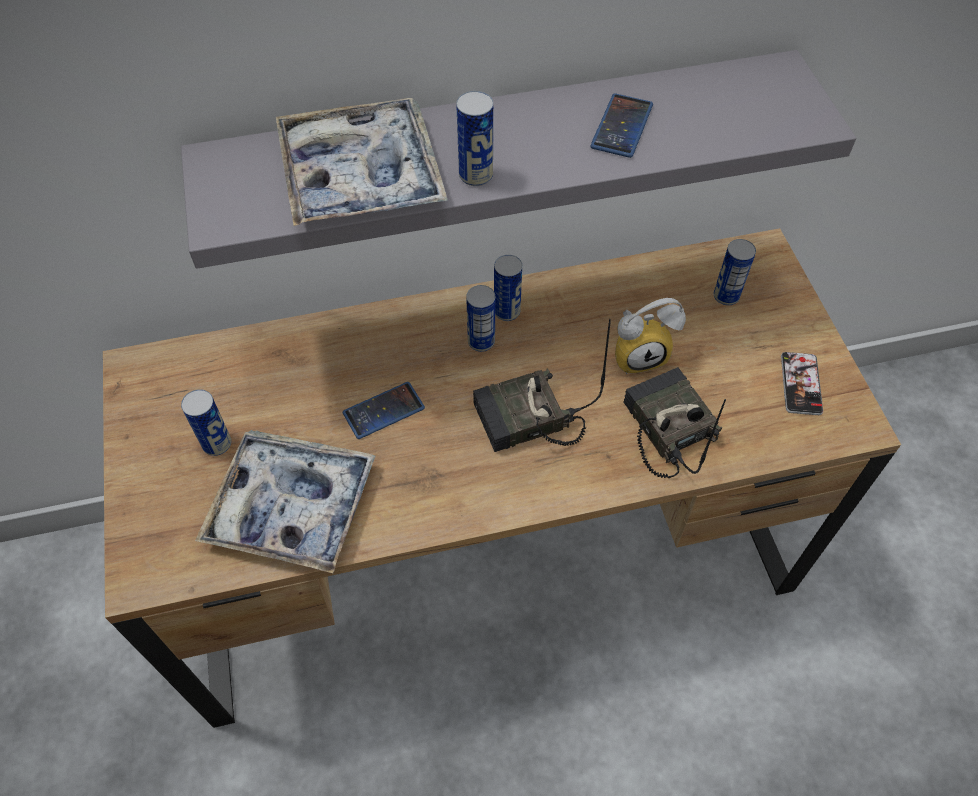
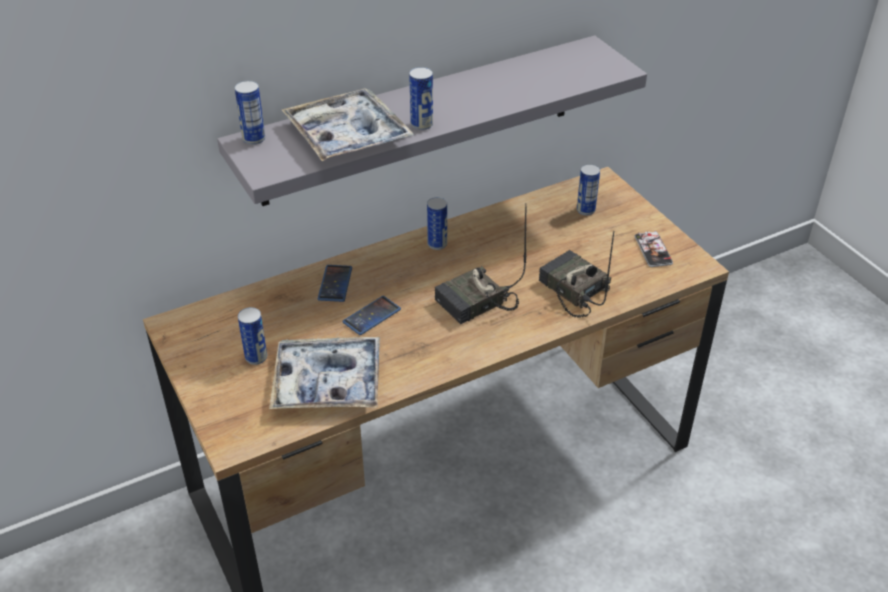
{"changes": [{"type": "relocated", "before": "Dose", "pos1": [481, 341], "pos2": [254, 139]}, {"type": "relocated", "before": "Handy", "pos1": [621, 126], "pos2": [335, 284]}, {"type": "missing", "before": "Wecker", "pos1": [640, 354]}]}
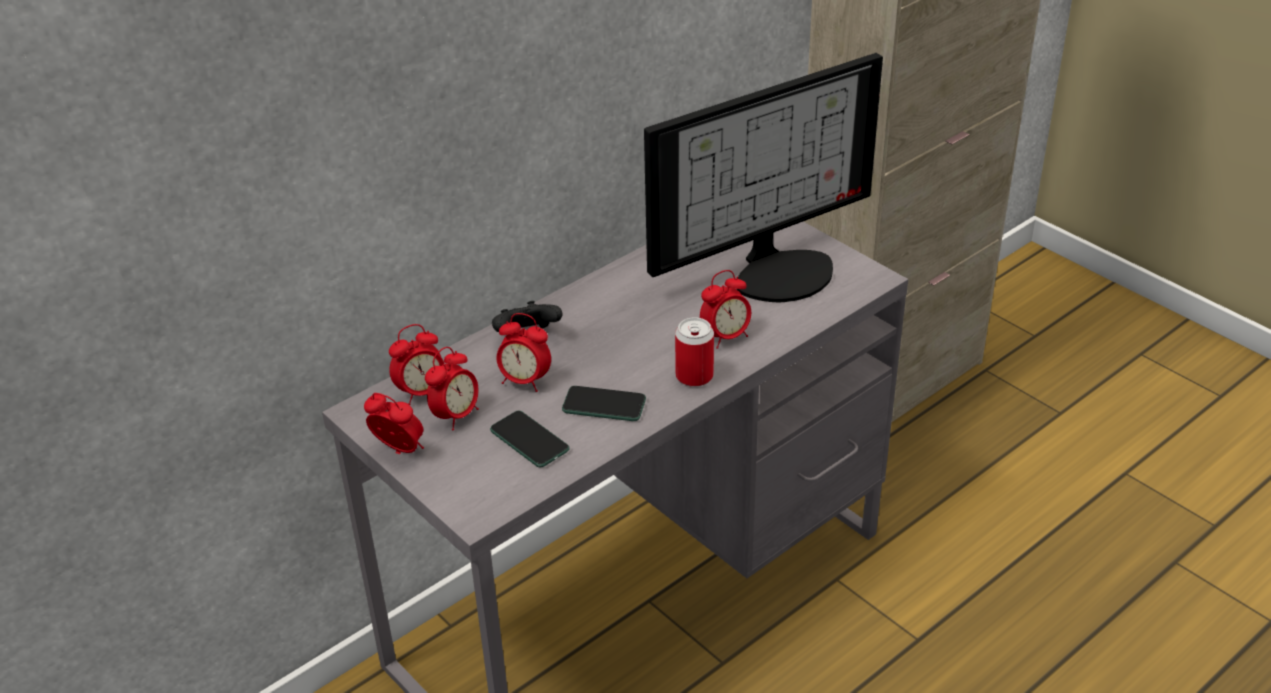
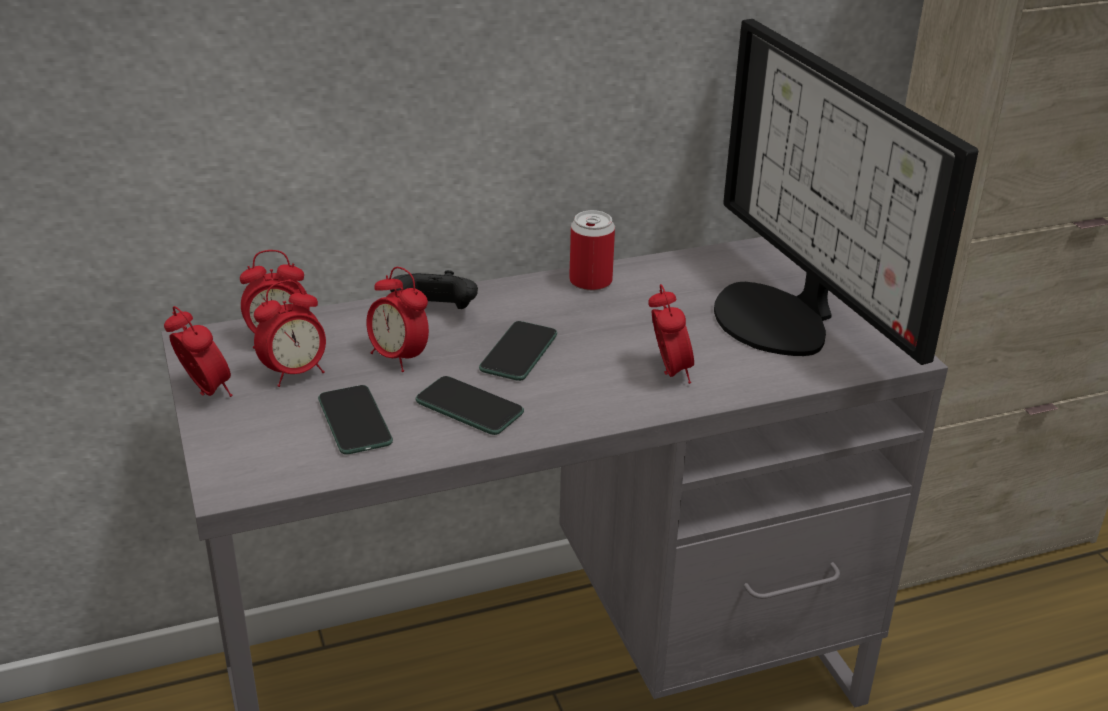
{"changes": [{"type": "spun", "before": "Monitor", "pos1": [779, 270], "pos2": [784, 318], "turn": 75}, {"type": "relocated", "before": "Dose", "pos1": [694, 376], "pos2": [590, 281]}, {"type": "spun", "before": "Wecker", "pos1": [725, 337], "pos2": [668, 372], "turn": -90}, {"type": "appeared", "after": "Handy", "pos2": [518, 352]}]}
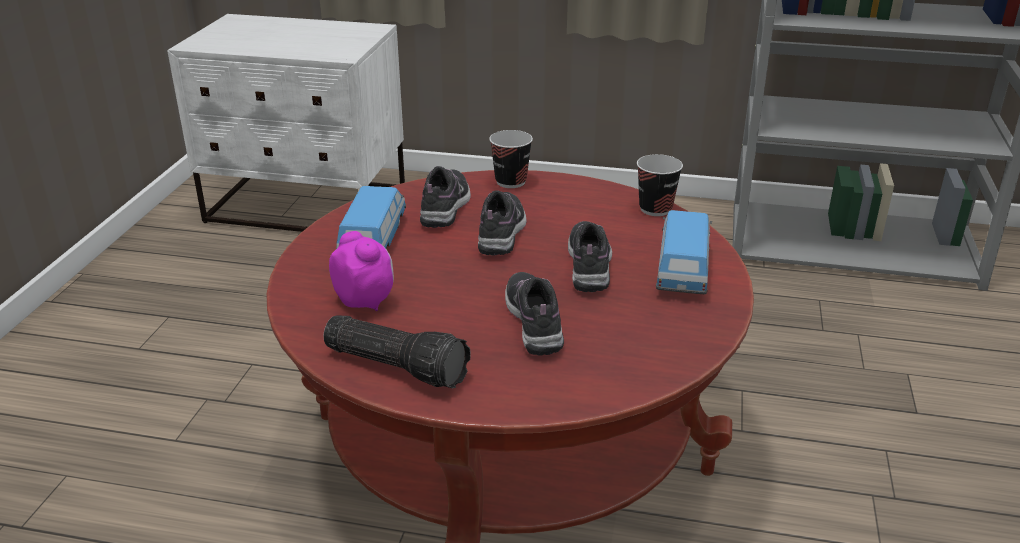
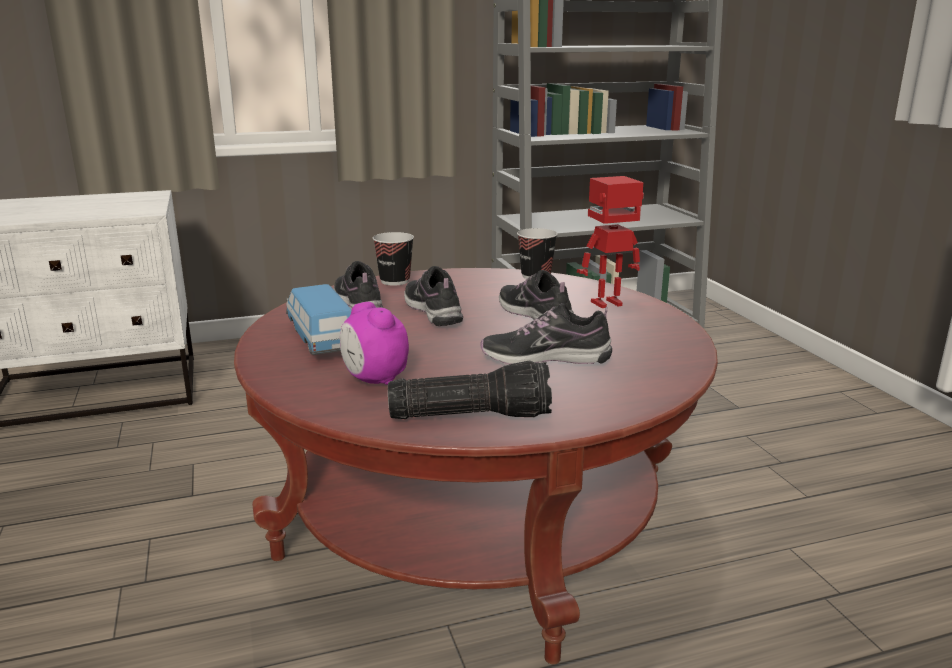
{"changes": [{"type": "spun", "before": "Wecker", "pos1": [365, 301], "pos2": [374, 380], "turn": -150}, {"type": "spun", "before": "Schuh", "pos1": [534, 321], "pos2": [545, 358], "turn": -45}, {"type": "exchanged", "before": "Spielzeugauto", "after": "Spielzeugroboter", "pos1": [682, 269], "pos2": [608, 304]}]}
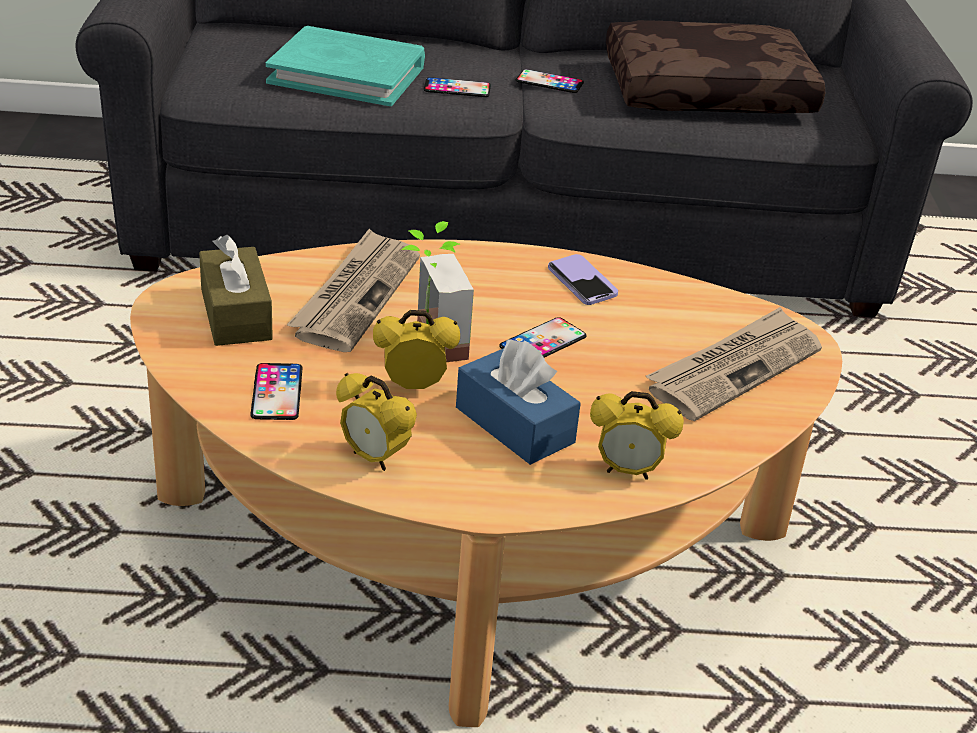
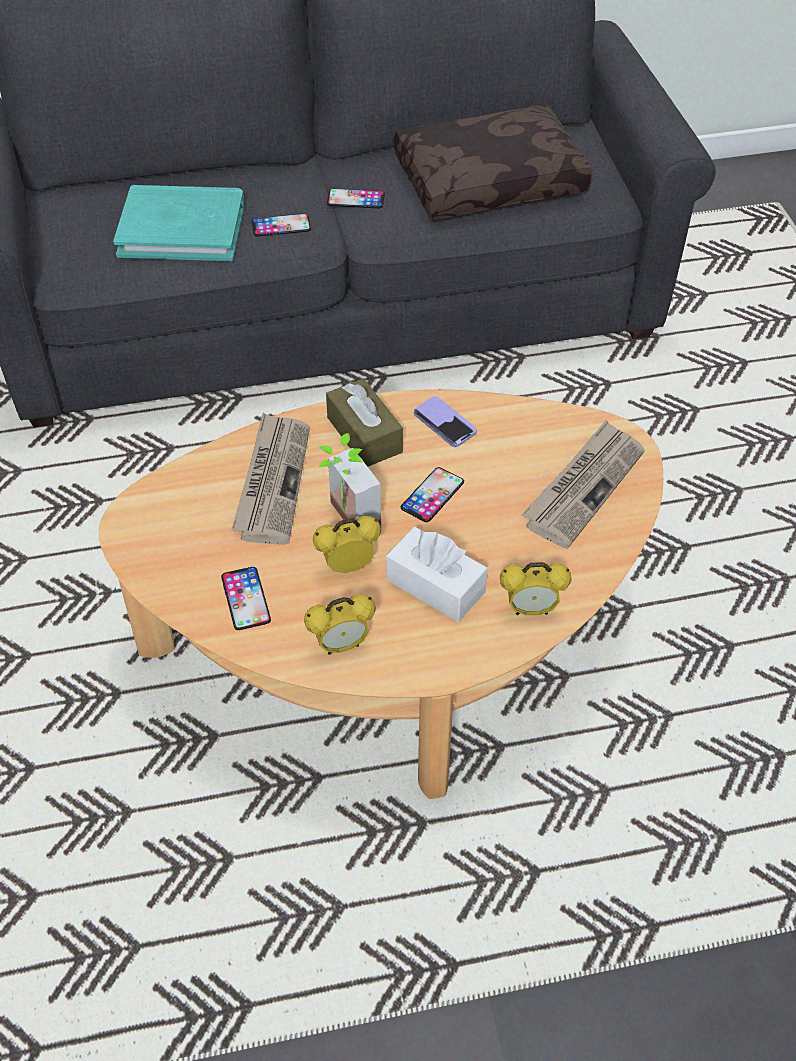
{"changes": [{"type": "relocated", "before": "Taschentuchbox [braun]", "pos1": [236, 314], "pos2": [364, 435]}, {"type": "spun", "before": "Wecker", "pos1": [374, 458], "pos2": [341, 645], "turn": -45}, {"type": "colour", "before": "Taschentuchbox [blau]", "after": "Taschentuchbox [weiß]", "pos1": [514, 425], "pos2": [435, 586]}]}
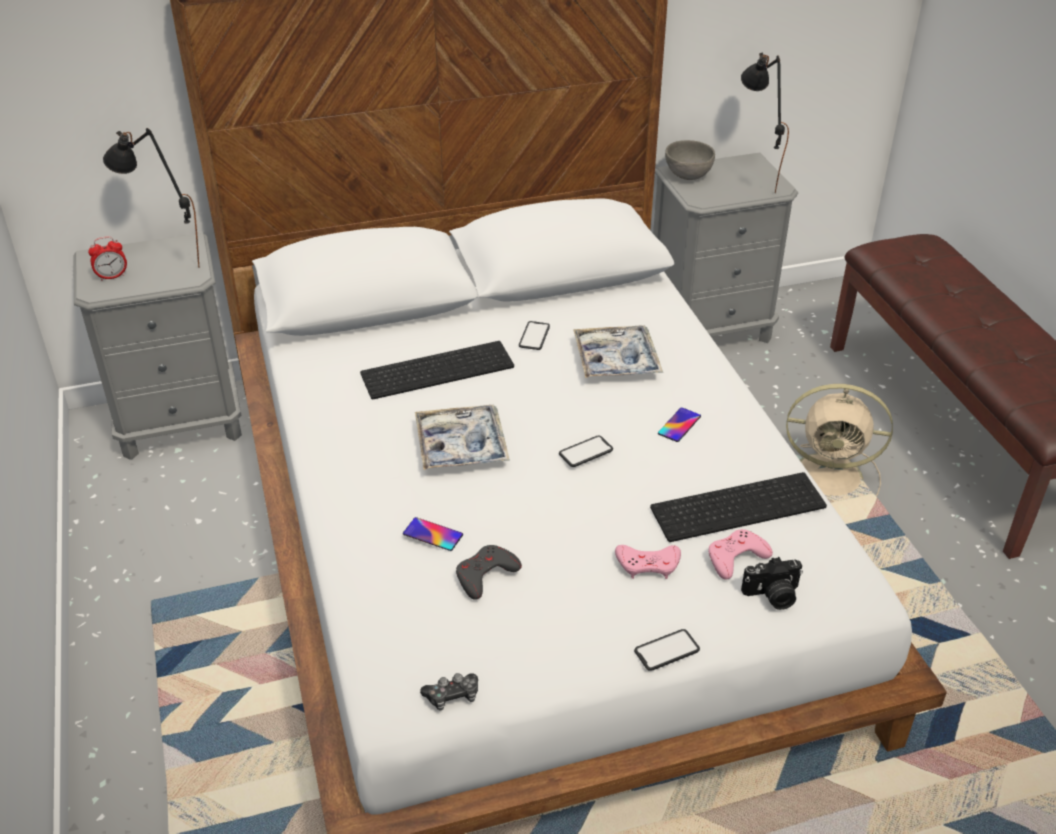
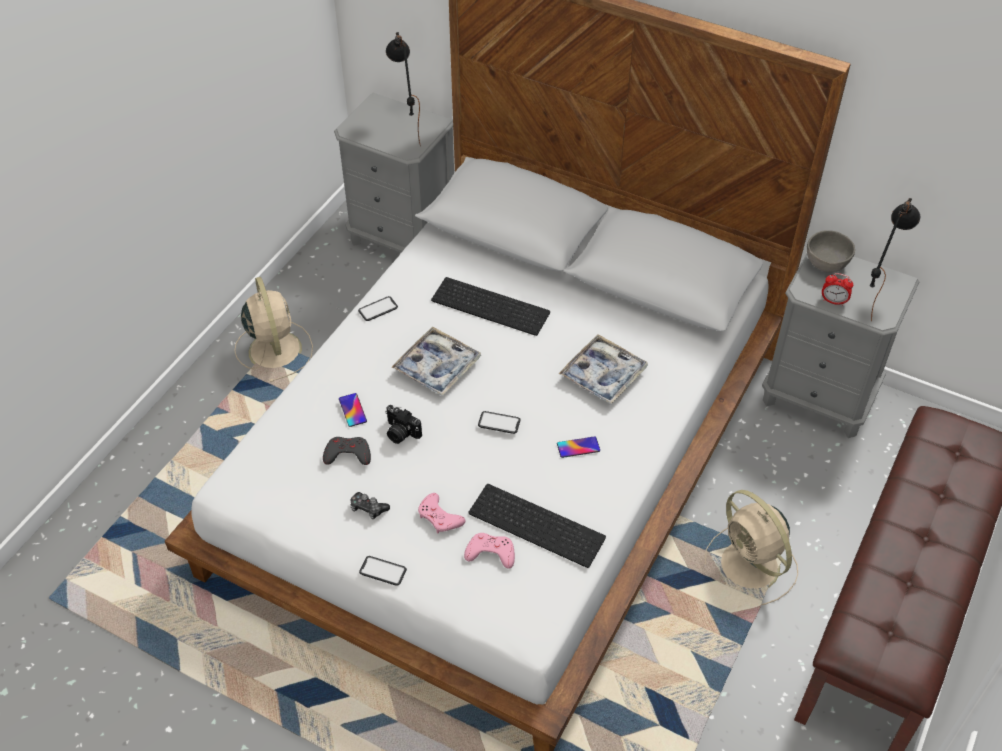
{"changes": [{"type": "relocated", "before": "Wecker", "pos1": [112, 276], "pos2": [833, 301]}, {"type": "relocated", "before": "Gamepad", "pos1": [452, 696], "pos2": [368, 508]}, {"type": "relocated", "before": "Handy", "pos1": [534, 336], "pos2": [378, 309]}, {"type": "relocated", "before": "Kamera", "pos1": [772, 596], "pos2": [400, 433]}, {"type": "appeared", "after": "Ventilator [beige]", "pos2": [274, 348]}]}
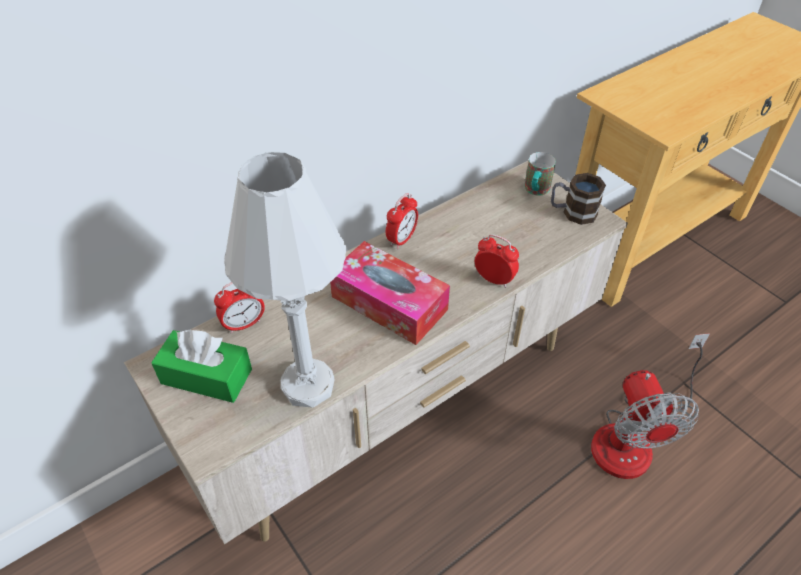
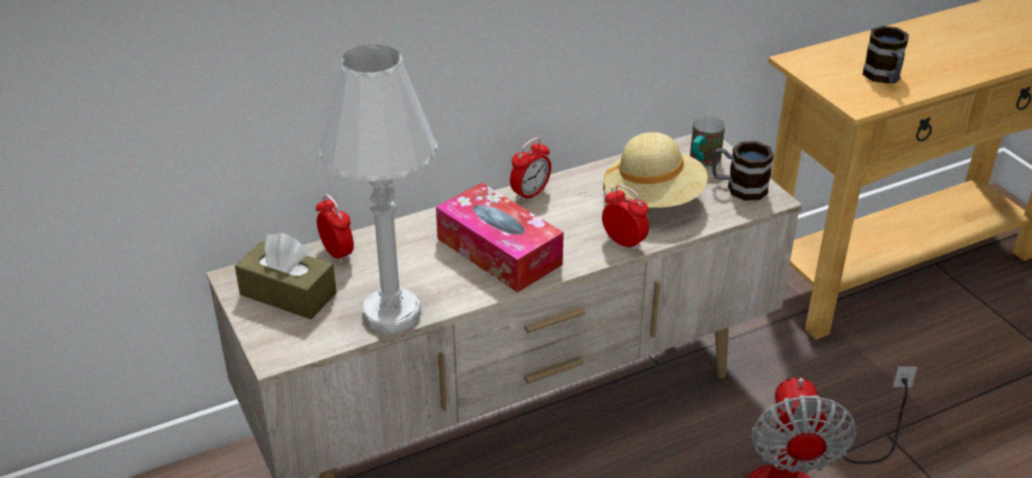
{"changes": [{"type": "colour", "before": "Taschentuchbox [grün]", "after": "Taschentuchbox [braun]", "pos1": [206, 376], "pos2": [288, 294]}, {"type": "spun", "before": "Wecker", "pos1": [244, 324], "pos2": [337, 253], "turn": -105}, {"type": "appeared", "after": "Hut [beige]", "pos2": [653, 199]}, {"type": "appeared", "after": "Henkelbecher", "pos2": [884, 78]}]}
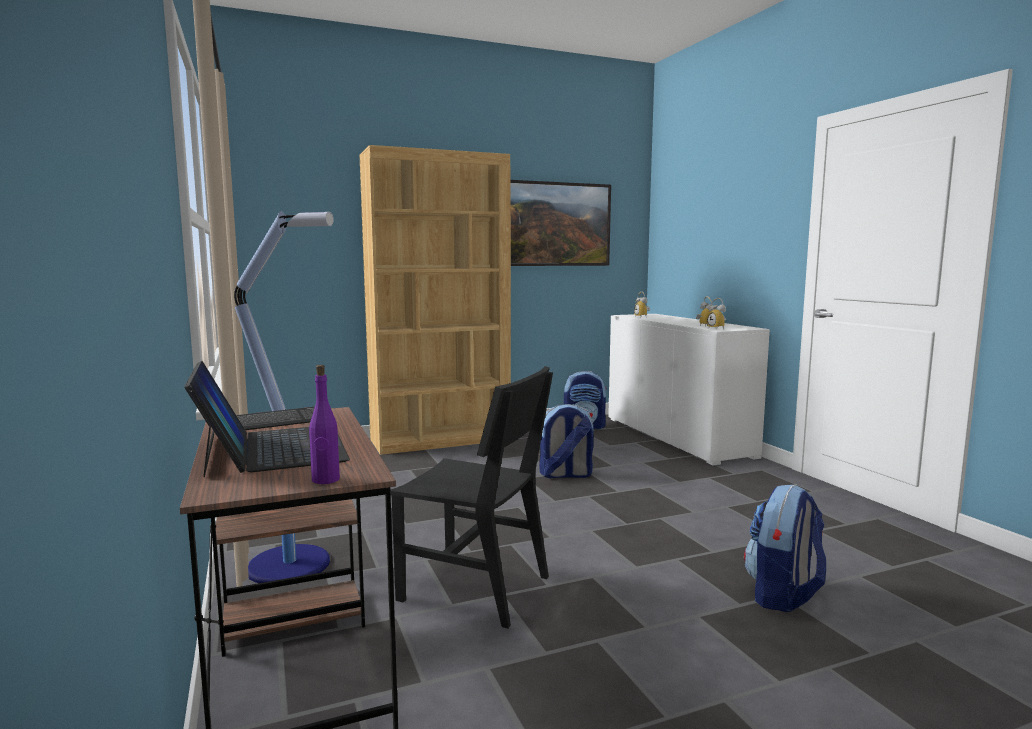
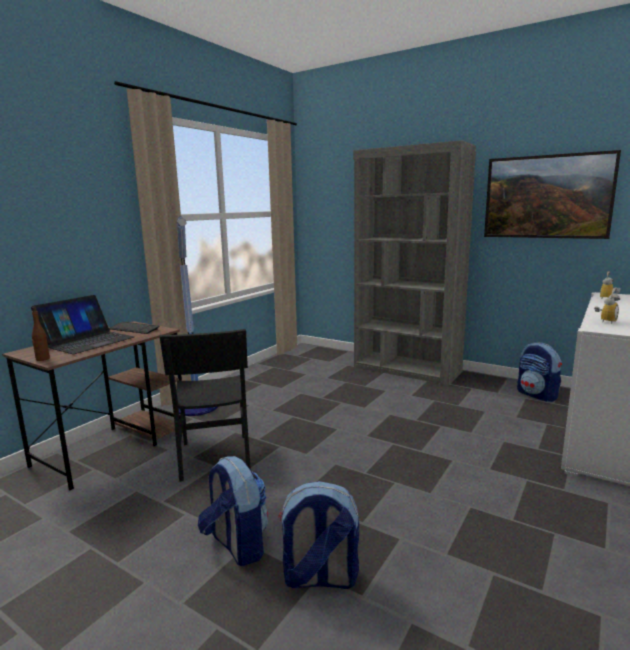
{"changes": [{"type": "colour", "before": "Flasche [lila]", "after": "Flasche [braun]", "pos1": [325, 480], "pos2": [42, 359]}, {"type": "colour", "before": "Bücherregal [braun]", "after": "Bücherregal [grau]", "pos1": [441, 440], "pos2": [407, 369]}, {"type": "relocated", "before": "Rucksack", "pos1": [565, 475], "pos2": [236, 545]}, {"type": "missing", "before": "Wecker", "pos1": [718, 328]}]}
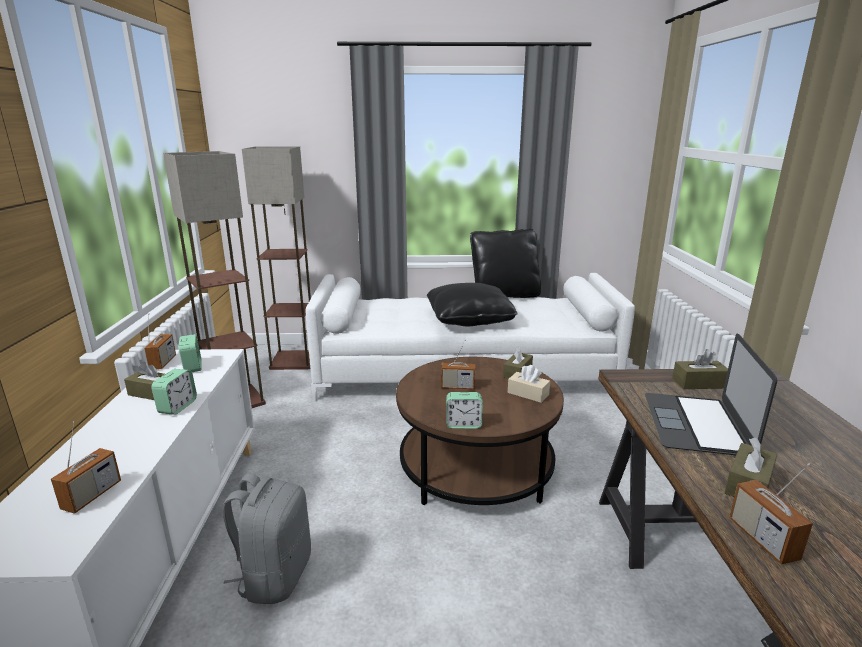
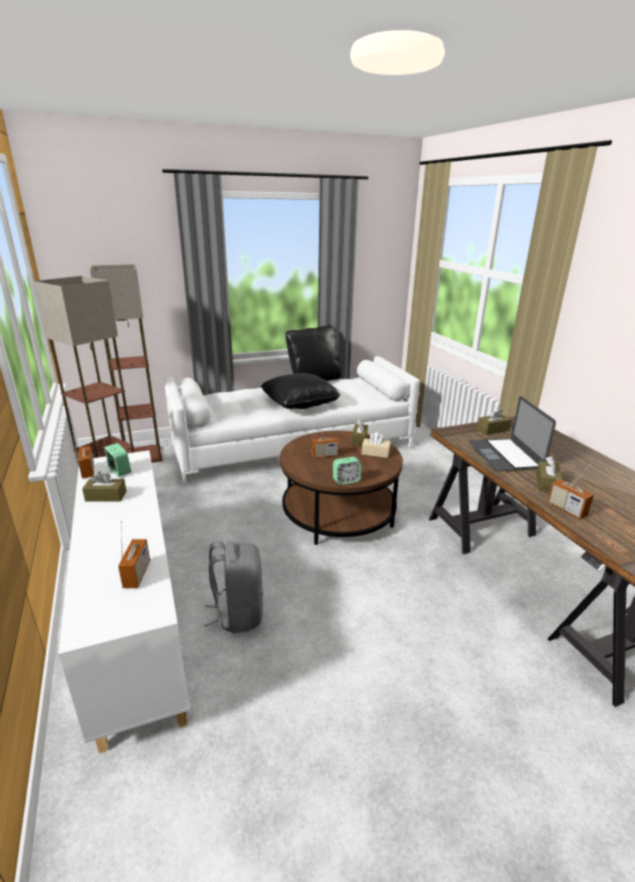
{"changes": [{"type": "missing", "before": "Wecker", "pos1": [177, 407]}]}
